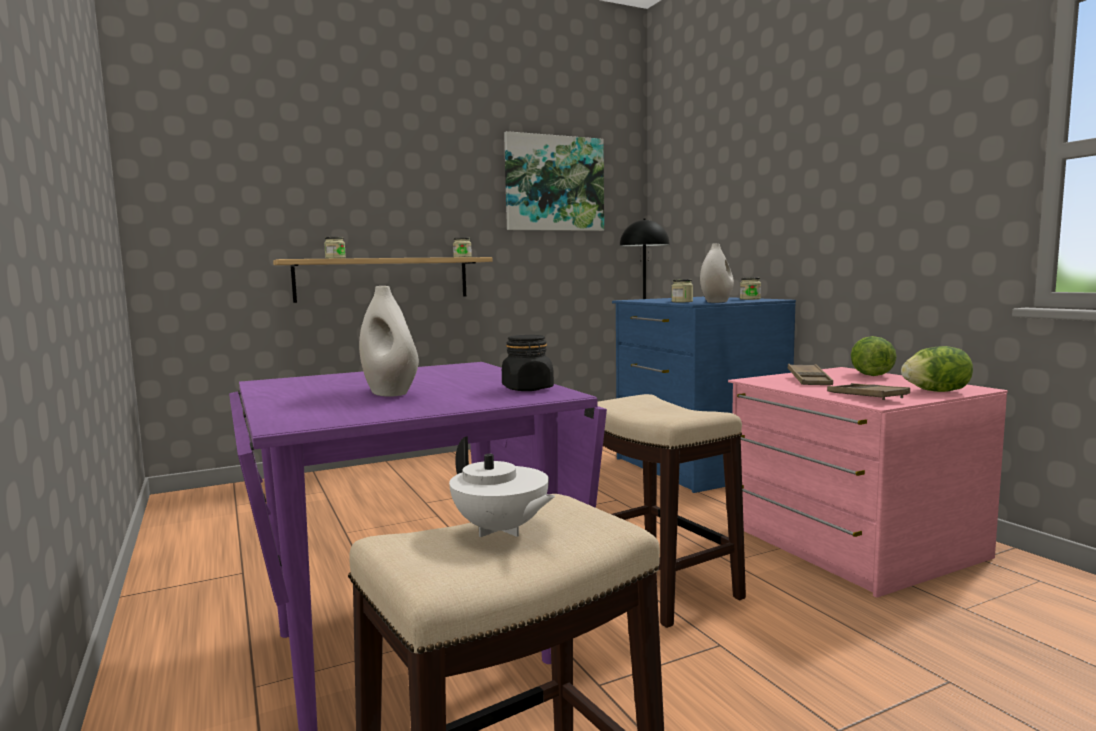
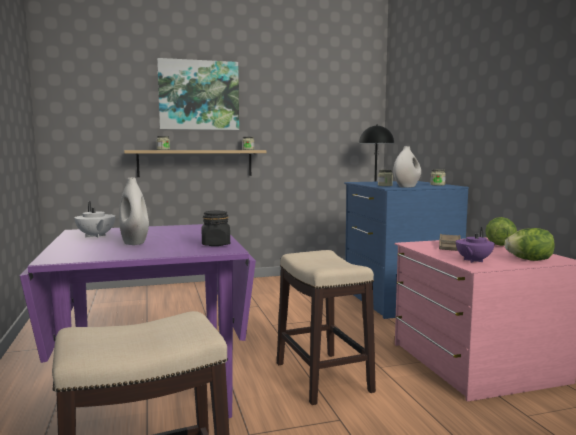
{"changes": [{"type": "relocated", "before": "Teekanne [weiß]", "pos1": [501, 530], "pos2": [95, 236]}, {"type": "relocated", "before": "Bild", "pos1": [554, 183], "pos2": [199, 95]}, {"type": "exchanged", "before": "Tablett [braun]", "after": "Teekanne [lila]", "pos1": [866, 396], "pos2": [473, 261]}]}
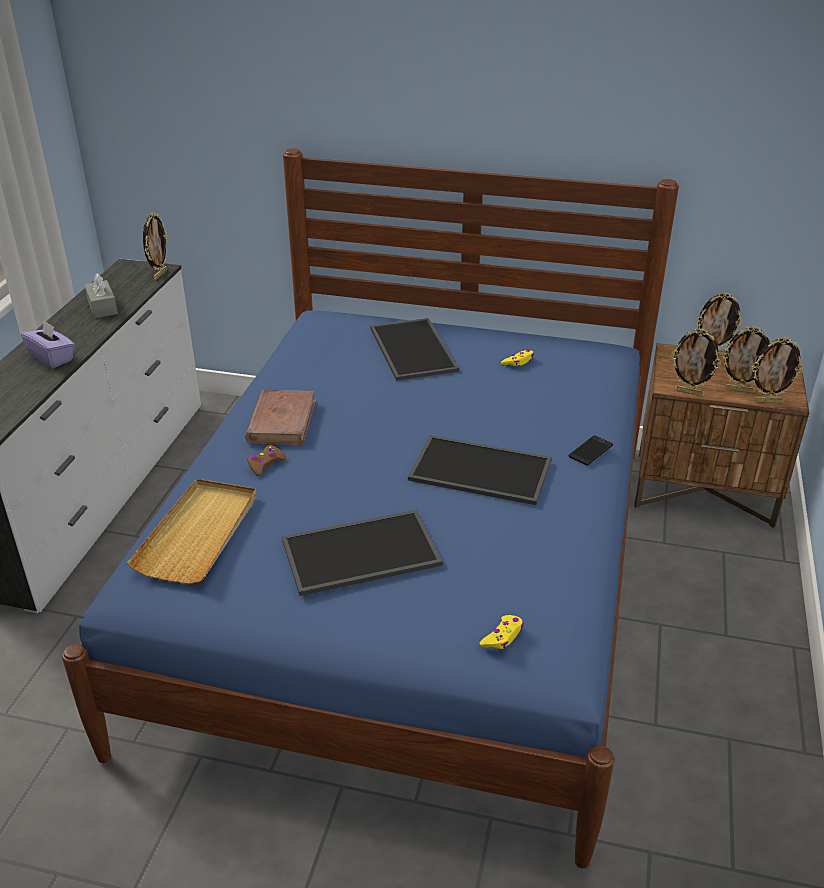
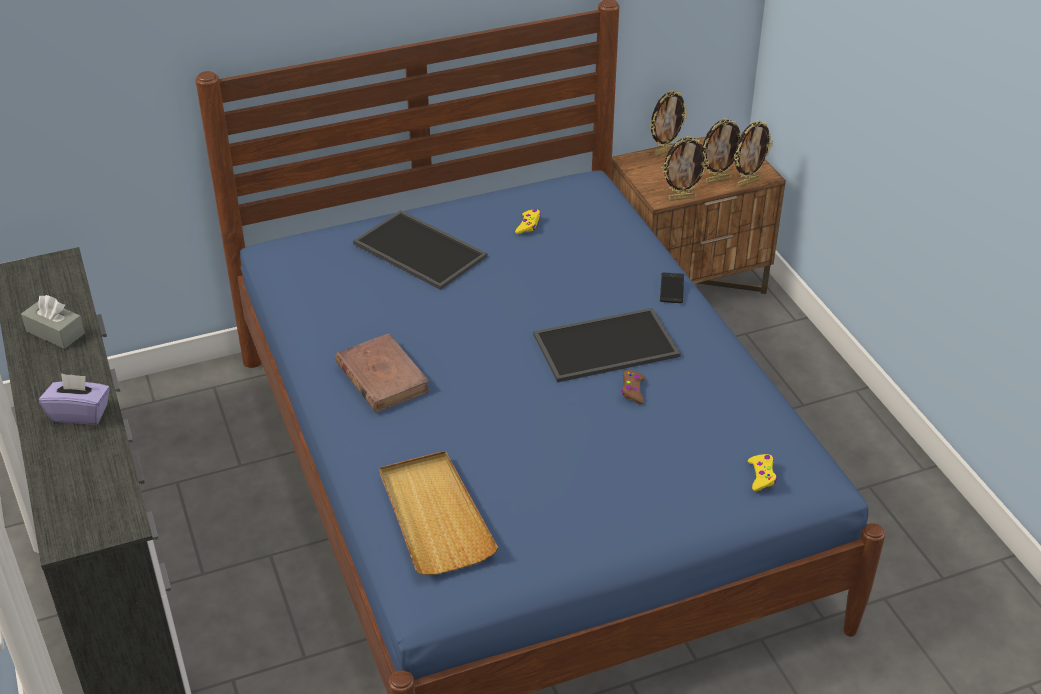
{"changes": [{"type": "missing", "before": "Bilderrahmen", "pos1": [160, 275]}, {"type": "relocated", "before": "Gamepad [braun]", "pos1": [265, 464], "pos2": [633, 390]}, {"type": "missing", "before": "Tablett", "pos1": [360, 554]}]}
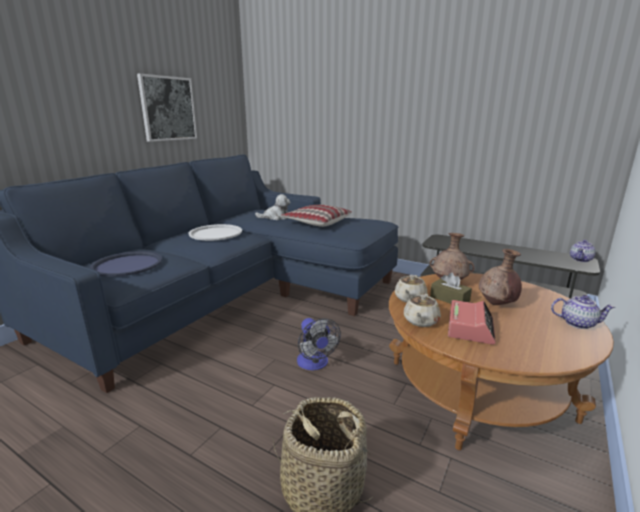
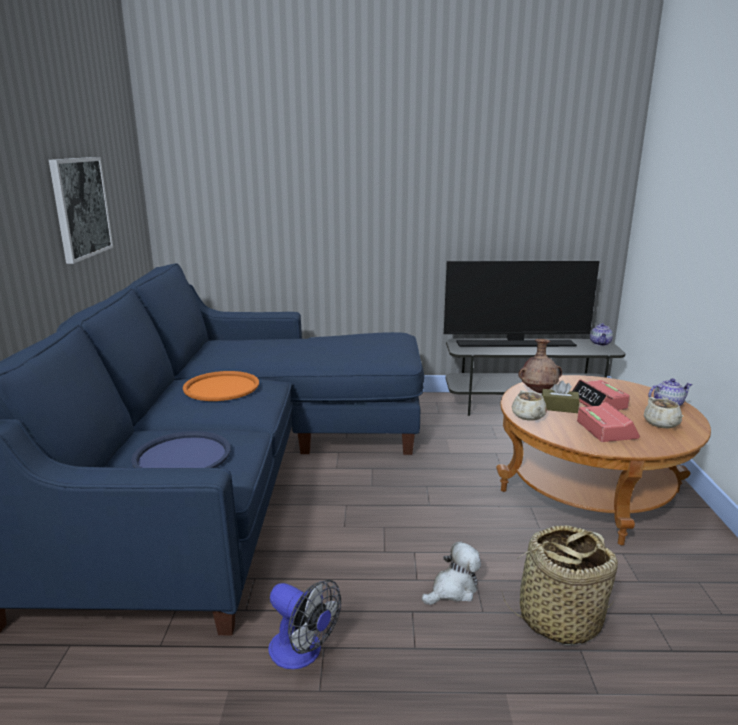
{"changes": [{"type": "colour", "before": "Tablett [weiß]", "after": "Tablett [orange]", "pos1": [215, 233], "pos2": [221, 387]}, {"type": "relocated", "before": "Plüschtier", "pos1": [275, 217], "pos2": [453, 589]}, {"type": "missing", "before": "Kissen", "pos1": [316, 222]}, {"type": "relocated", "before": "Ventilator", "pos1": [314, 364], "pos2": [302, 653]}, {"type": "relocated", "before": "Teekanne [beige]", "pos1": [420, 321], "pos2": [661, 424]}, {"type": "exchanged", "before": "Vase [braun]", "after": "Wecker", "pos1": [497, 304], "pos2": [598, 403]}, {"type": "appeared", "after": "Fernseher", "pos2": [515, 344]}]}
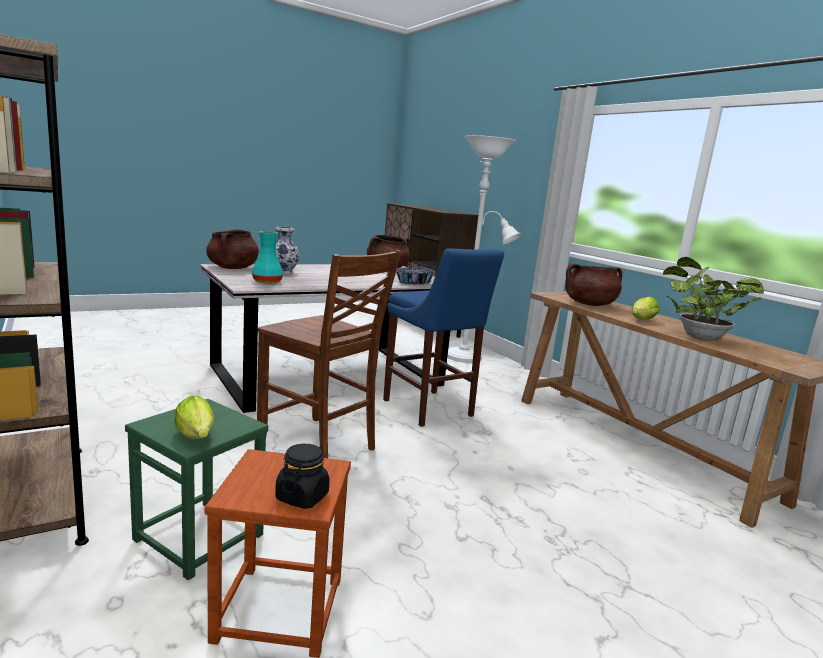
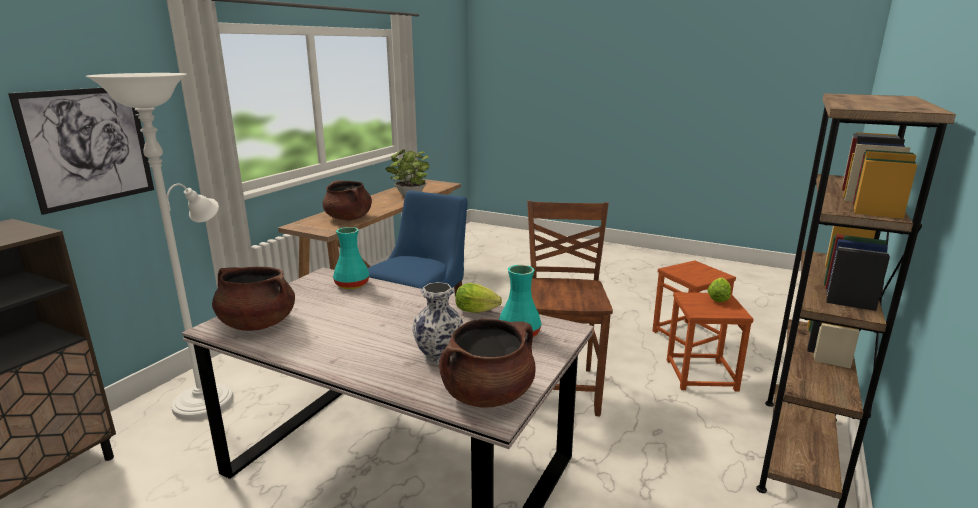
{"changes": [{"type": "colour", "before": "Hocker [grün]", "after": "Hocker [braun]", "pos1": [200, 537], "pos2": [700, 375]}, {"type": "missing", "before": "Vorratsglas [schwarz]", "pos1": [302, 496]}, {"type": "exchanged", "before": "Schüssel", "after": "Vase [türkis]", "pos1": [414, 282], "pos2": [352, 285]}, {"type": "relocated", "before": "Salatkopf", "pos1": [641, 320], "pos2": [479, 311]}, {"type": "appeared", "after": "Bild", "pos2": [88, 147]}]}
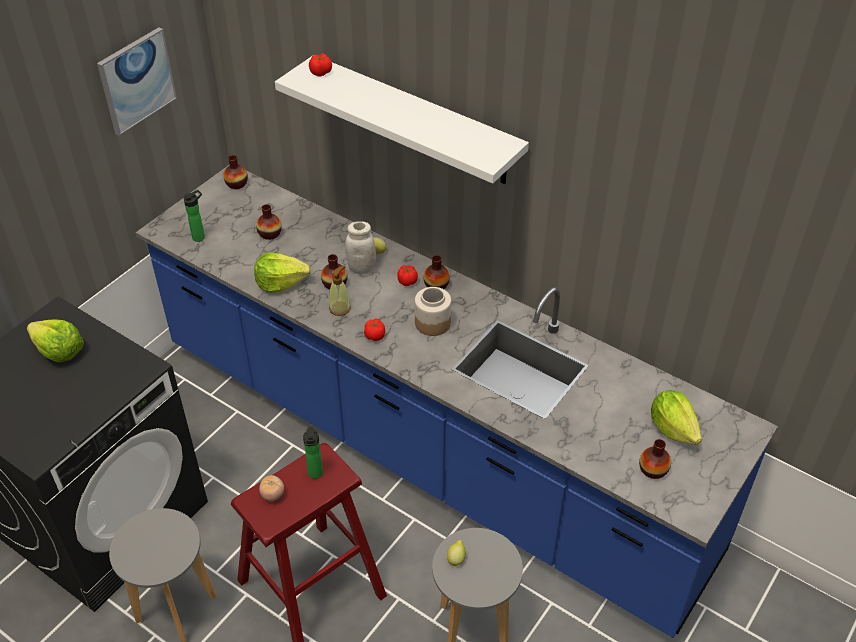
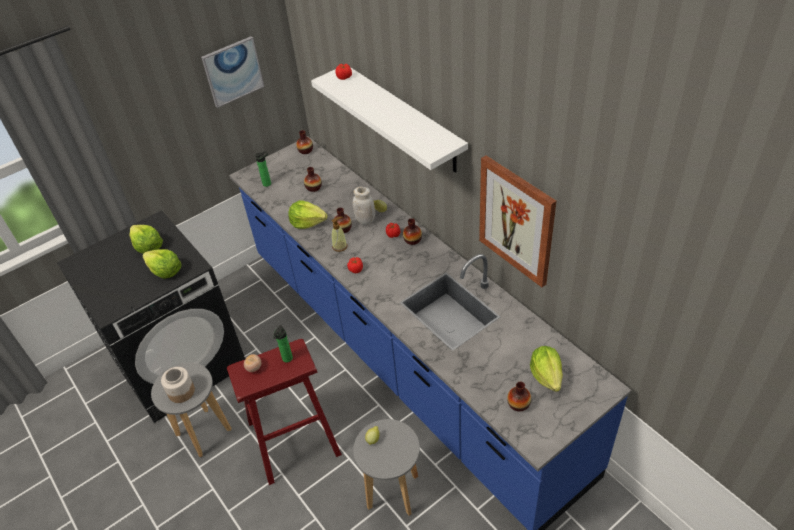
{"changes": [{"type": "relocated", "before": "Vorratsglas", "pos1": [432, 323], "pos2": [181, 392]}, {"type": "appeared", "after": "Salatkopf", "pos2": [165, 271]}, {"type": "appeared", "after": "Bild", "pos2": [516, 221]}]}
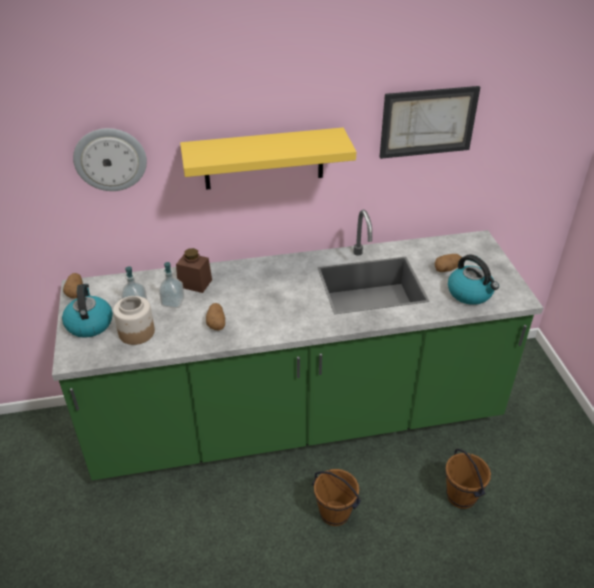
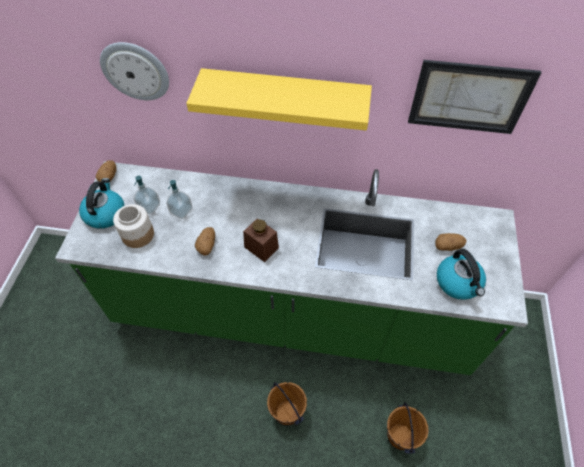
{"changes": [{"type": "relocated", "before": "Vorratsglas [braun]", "pos1": [195, 283], "pos2": [261, 247]}]}
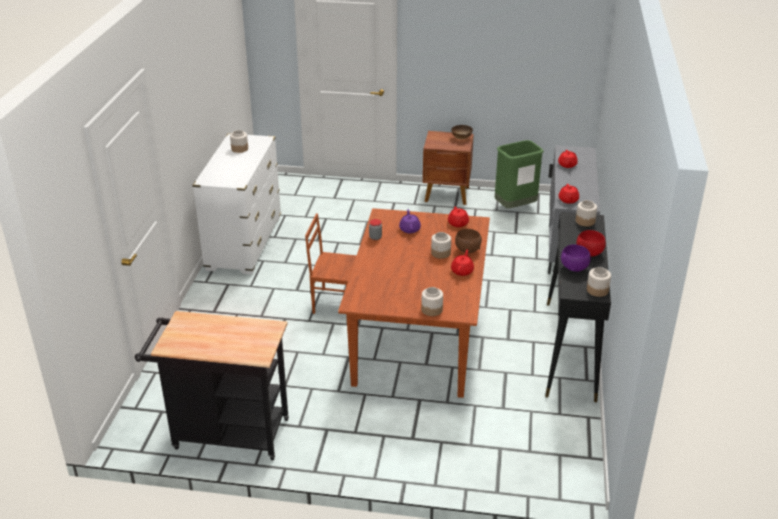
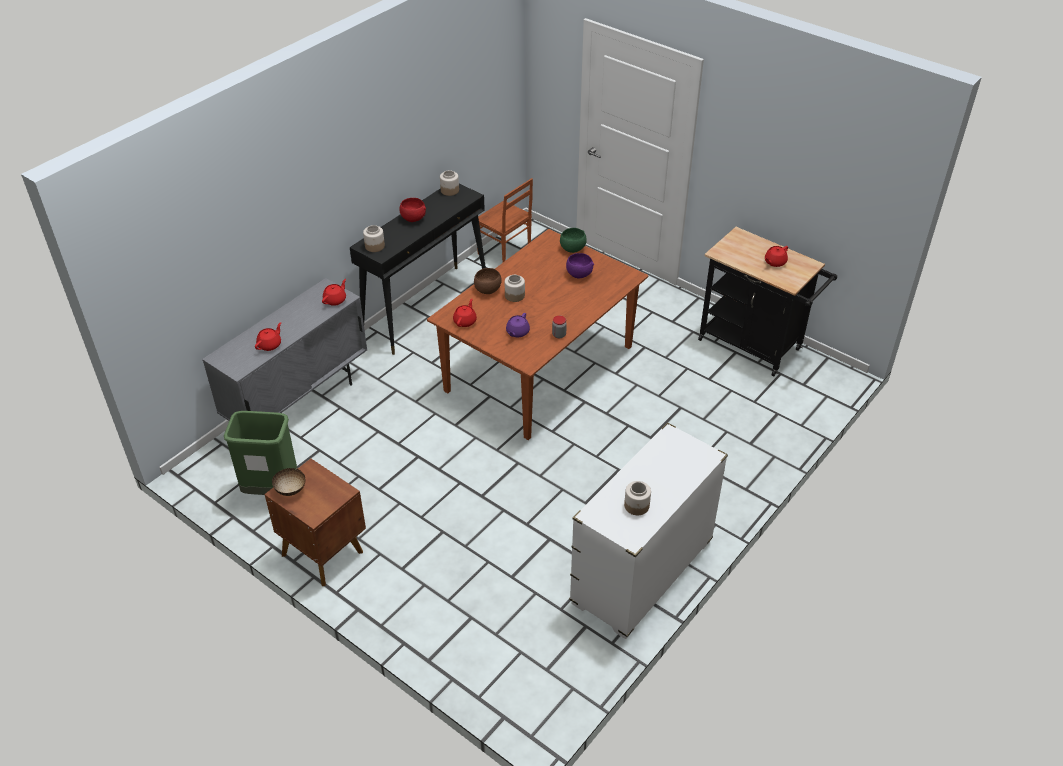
{"changes": [{"type": "relocated", "before": "Stuhl [braun]", "pos1": [335, 302], "pos2": [504, 252]}, {"type": "exchanged", "before": "Vorratsglas", "after": "Schüssel [grün]", "pos1": [432, 309], "pos2": [572, 249]}, {"type": "relocated", "before": "Teekanne [rot]", "pos1": [462, 271], "pos2": [774, 262]}, {"type": "relocated", "before": "Schüssel [lila]", "pos1": [574, 268], "pos2": [578, 274]}]}
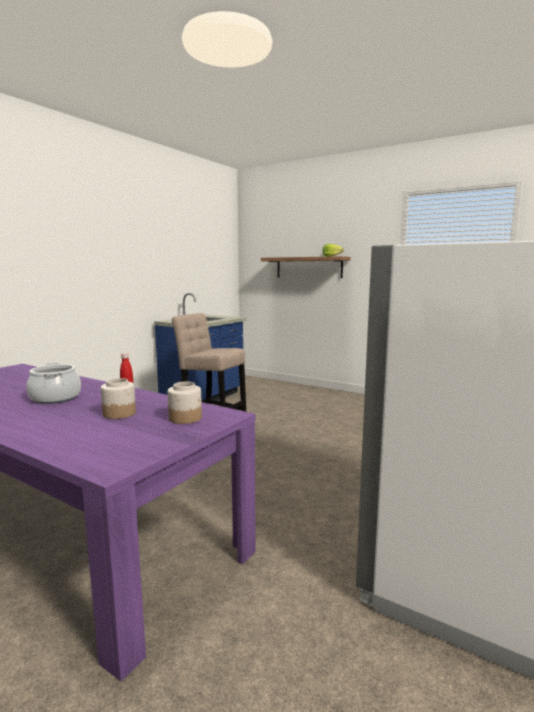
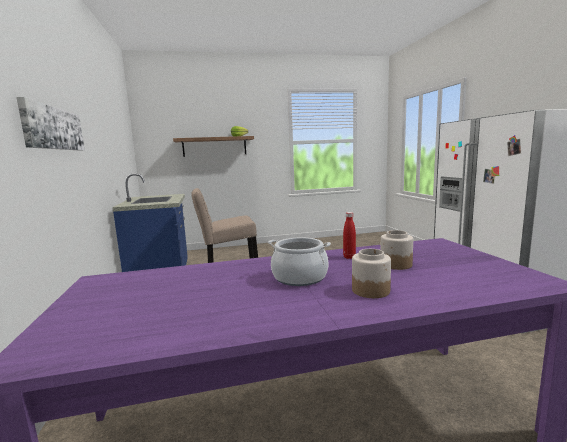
{"changes": [{"type": "relocated", "before": "Vorratsglas", "pos1": [186, 418], "pos2": [371, 290]}, {"type": "appeared", "after": "Bild", "pos2": [53, 128]}]}
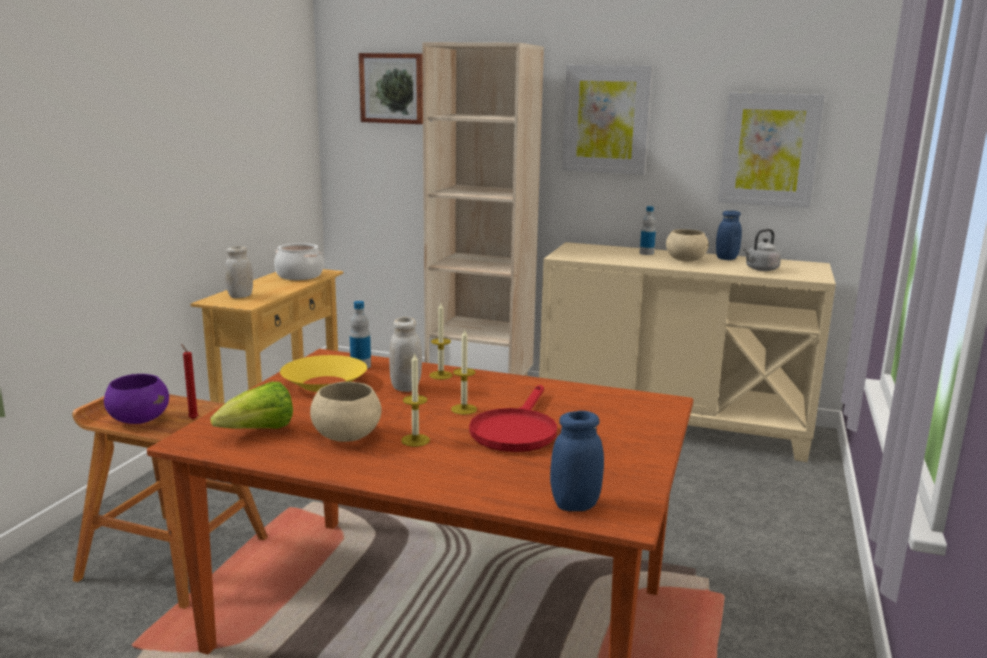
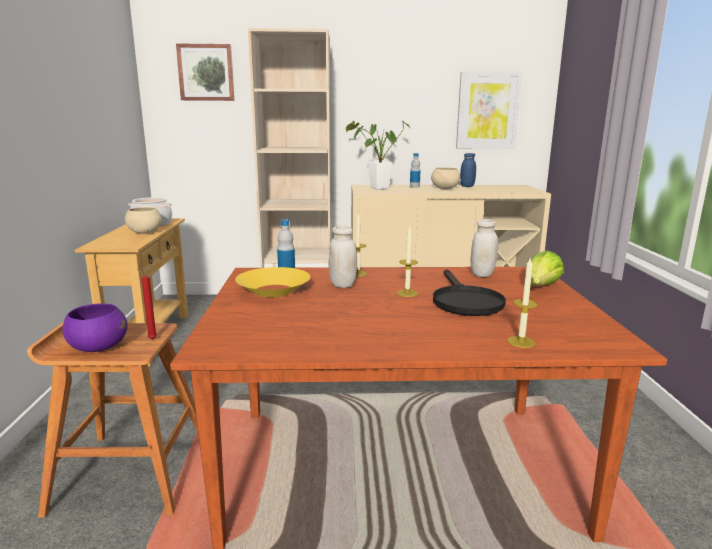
{"changes": [{"type": "relocated", "before": "Salatkopf", "pos1": [259, 431], "pos2": [540, 288]}, {"type": "relocated", "before": "Vorratsglas [weiß]", "pos1": [240, 296], "pos2": [482, 274]}, {"type": "relocated", "before": "Schüssel [beige]", "pos1": [346, 437], "pos2": [144, 232]}, {"type": "relocated", "before": "Kerze", "pos1": [415, 440], "pos2": [521, 342]}, {"type": "colour", "before": "Pfanne [rot]", "after": "Pfanne [schwarz]", "pos1": [515, 430], "pos2": [464, 301]}, {"type": "missing", "before": "Vorratsglas [blau]", "pos1": [575, 505]}, {"type": "missing", "before": "Bild", "pos1": [606, 119]}, {"type": "missing", "before": "Wasserkessel [grau]", "pos1": [760, 269]}, {"type": "appeared", "after": "Topfpflanze", "pos2": [375, 188]}]}
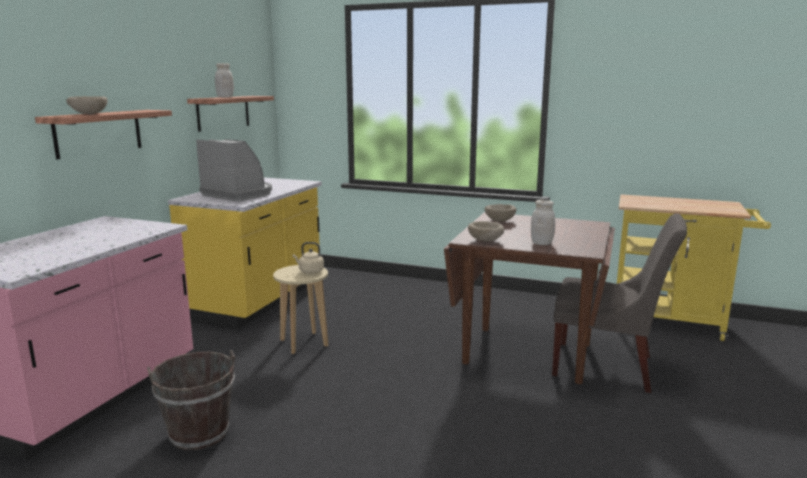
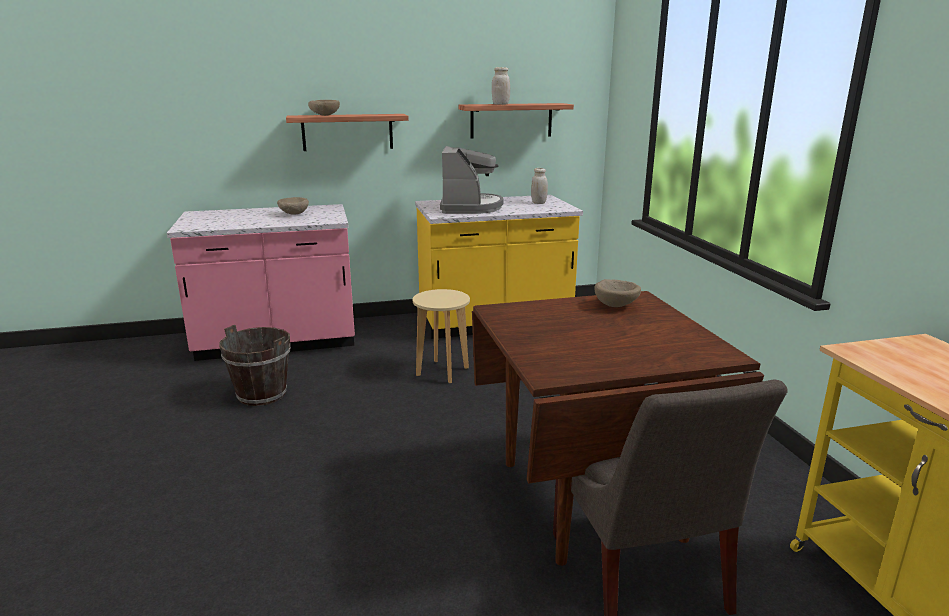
{"changes": [{"type": "missing", "before": "Wasserkessel [beige]", "pos1": [310, 271]}, {"type": "relocated", "before": "Schüssel [beige]", "pos1": [486, 241], "pos2": [293, 214]}, {"type": "relocated", "before": "Vorratsglas [weiß]", "pos1": [541, 243], "pos2": [538, 203]}]}
